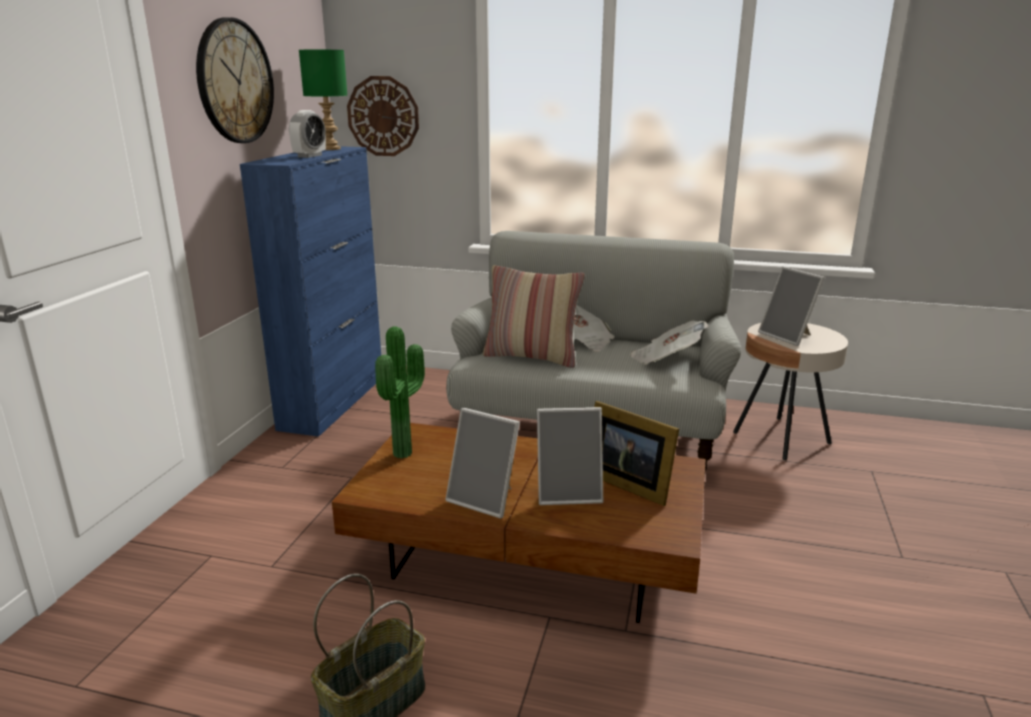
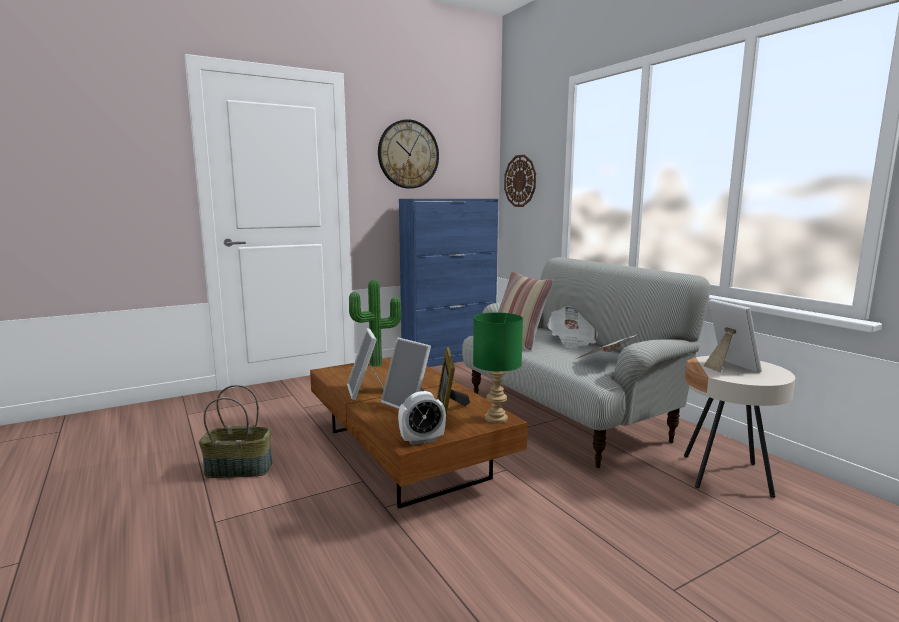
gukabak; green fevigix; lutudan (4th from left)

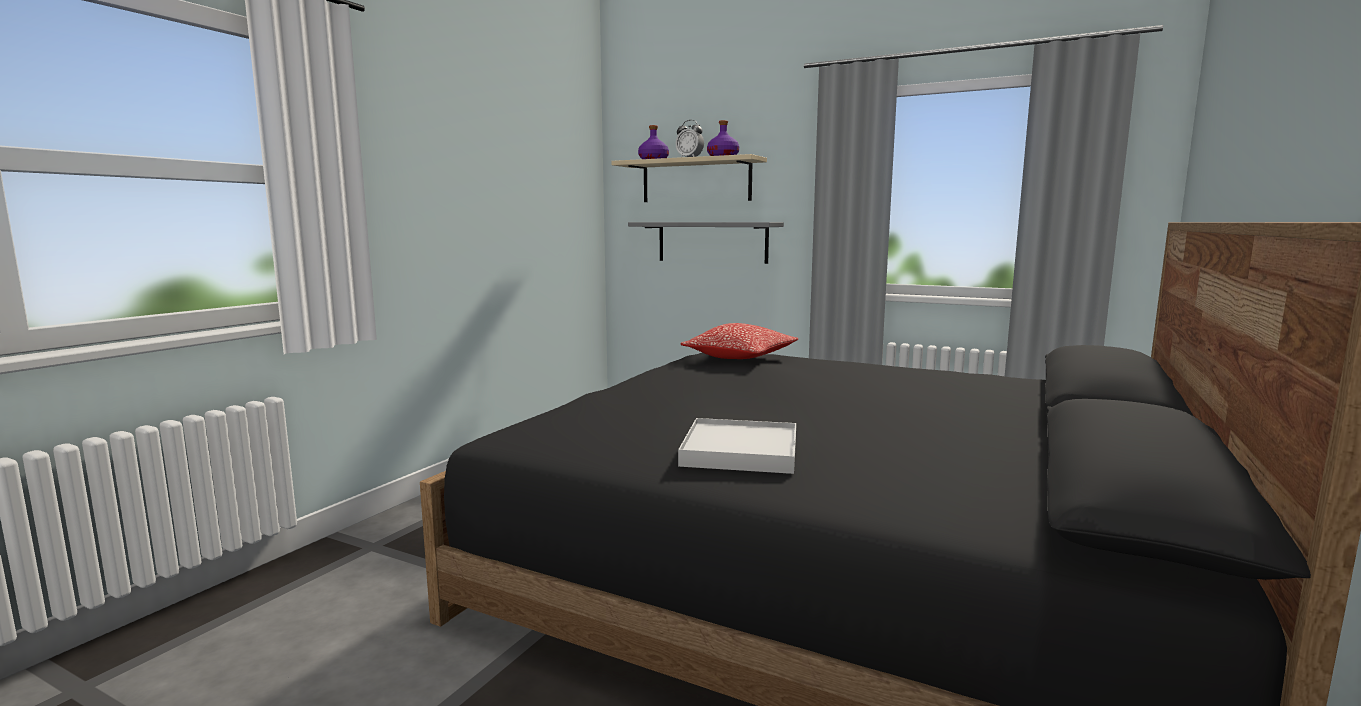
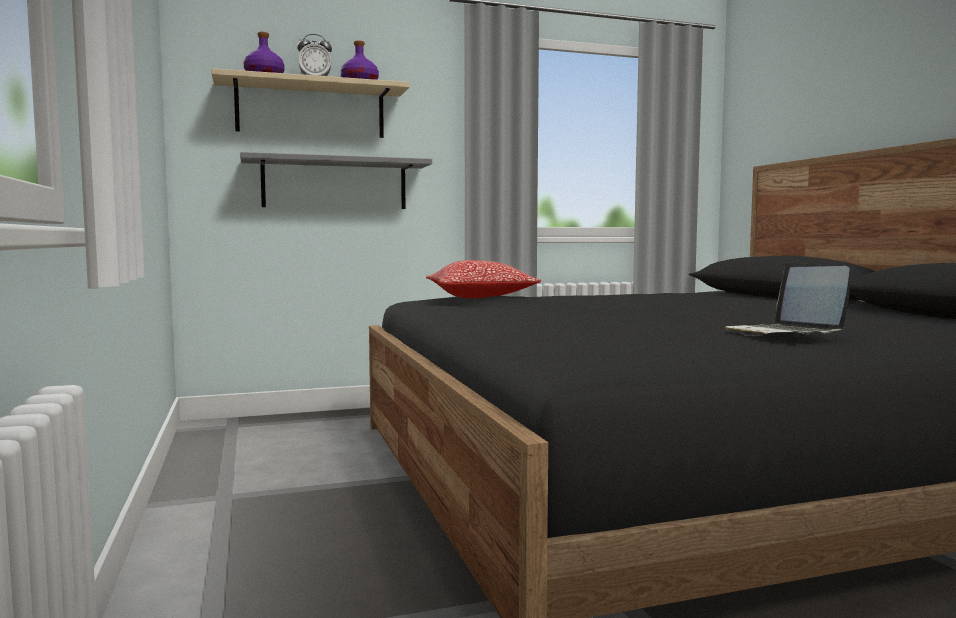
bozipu

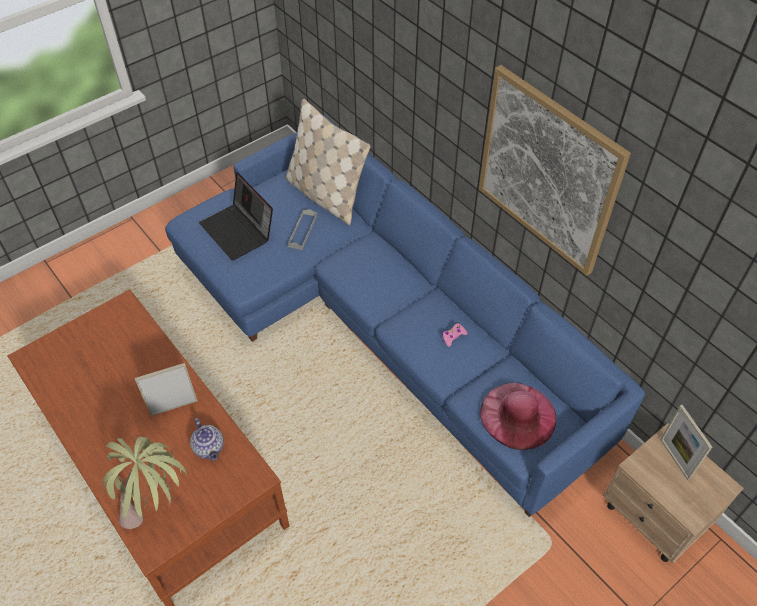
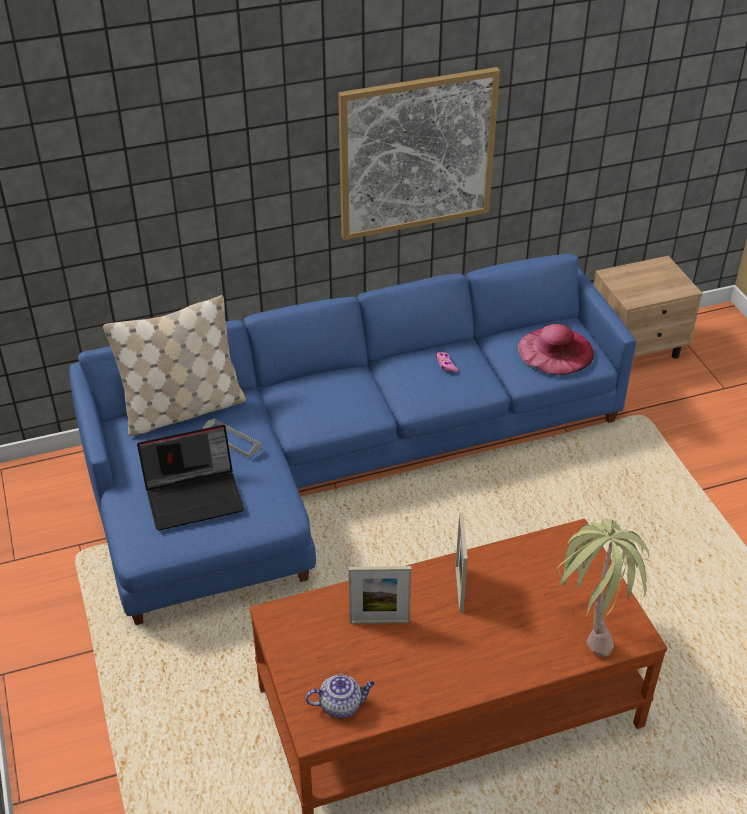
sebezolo; lutudan (1st from left)

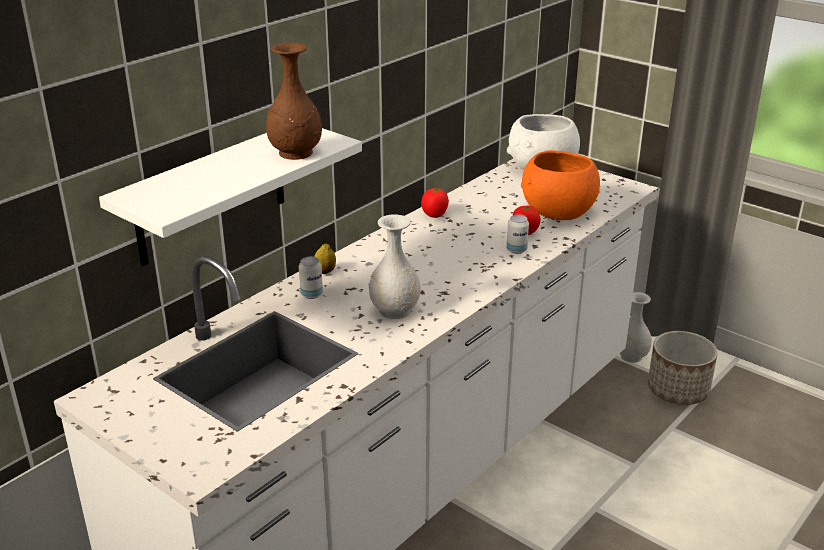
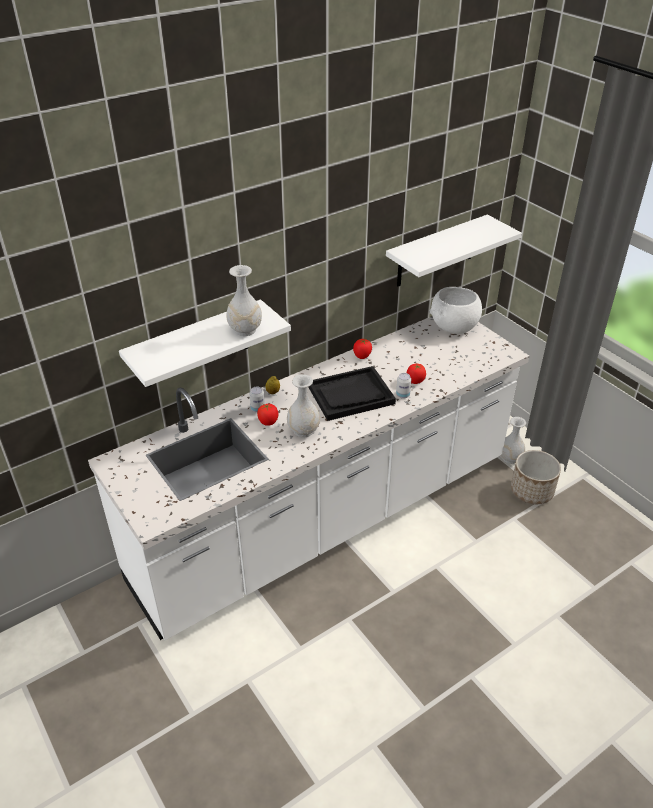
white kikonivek (1st from left); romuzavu (1st from left); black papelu; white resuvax (2nd from left); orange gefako

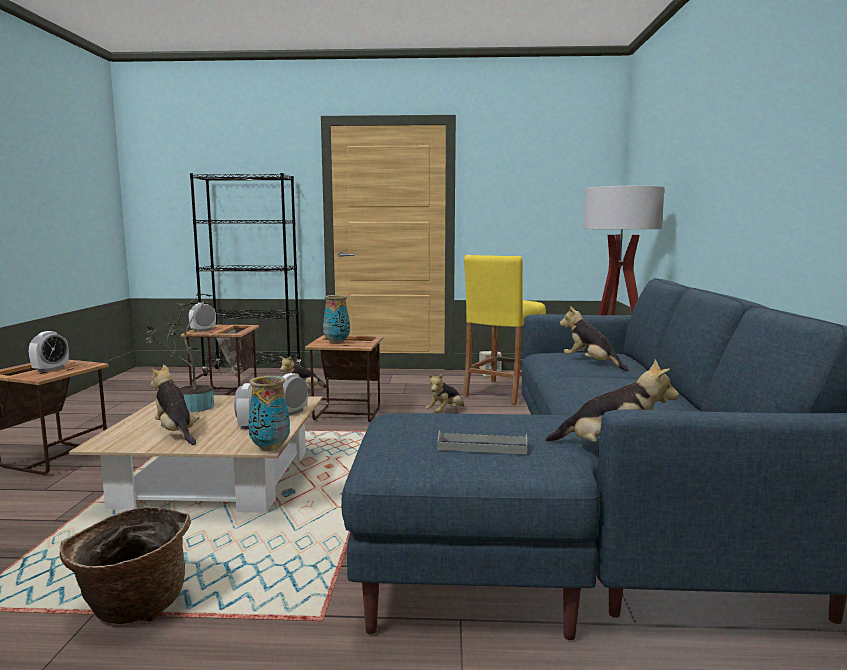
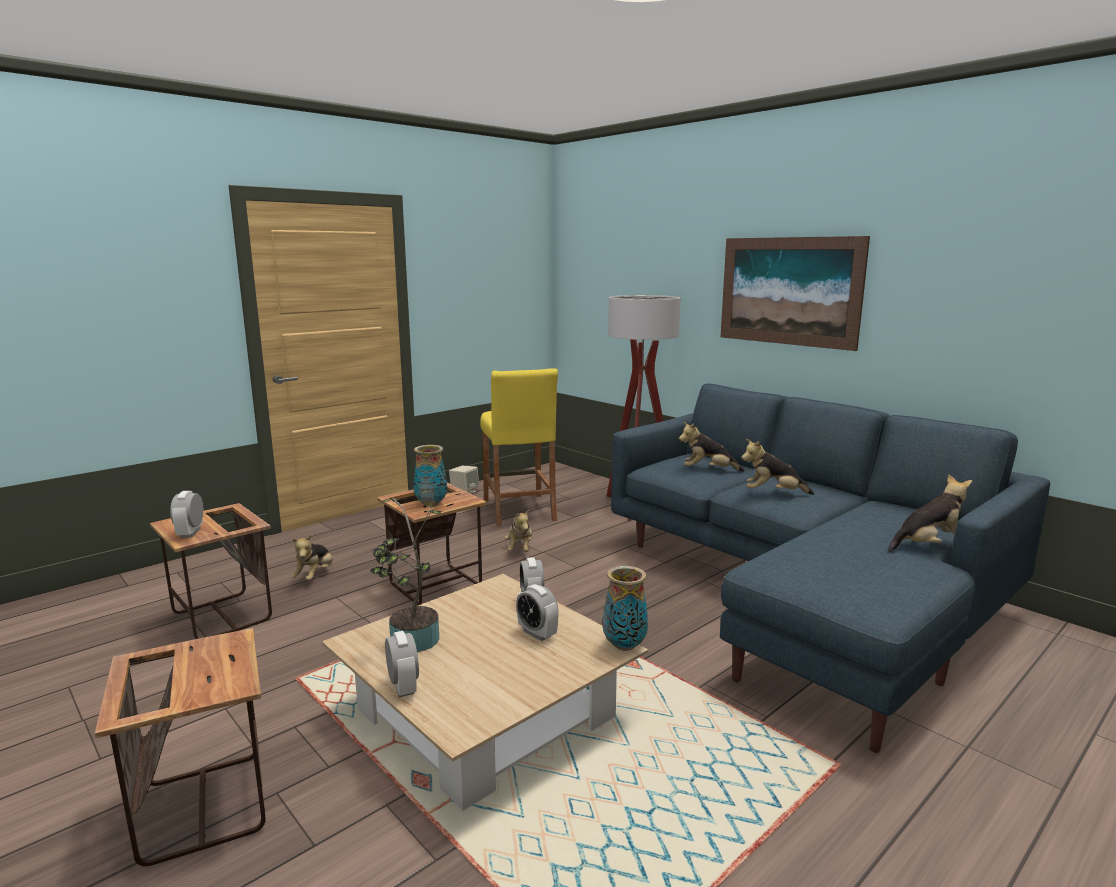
gukabak (2nd from left); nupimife; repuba (4th from left); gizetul; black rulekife; grey papelu

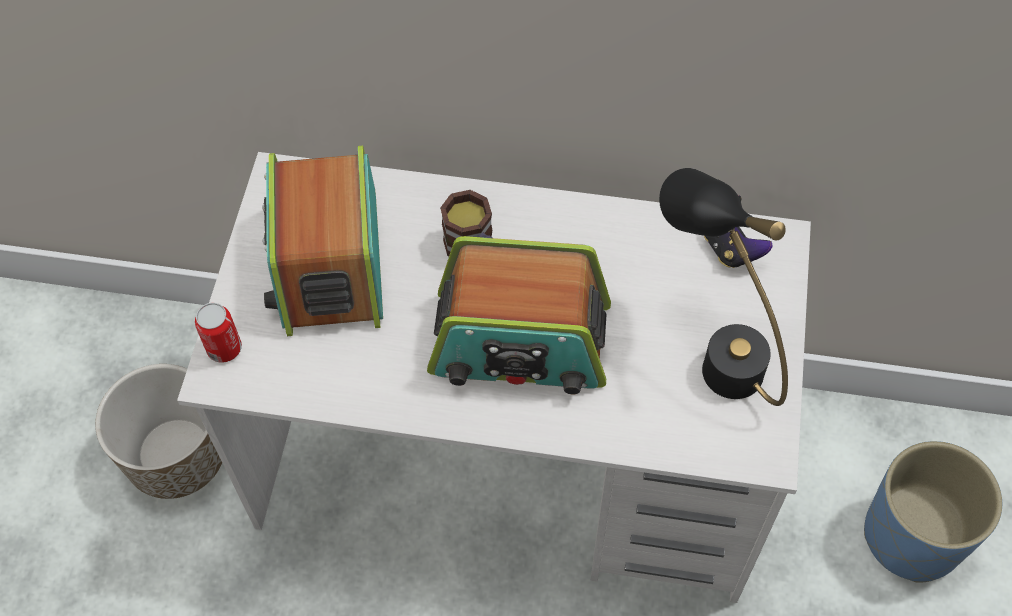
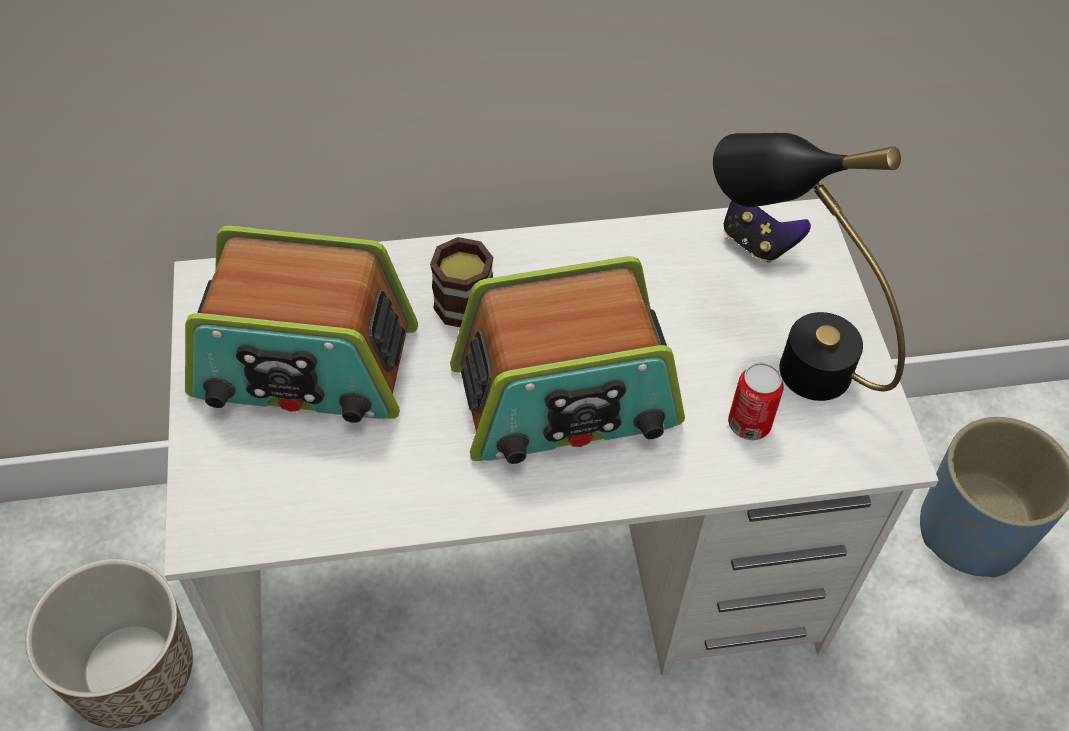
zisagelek (1st from left); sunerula

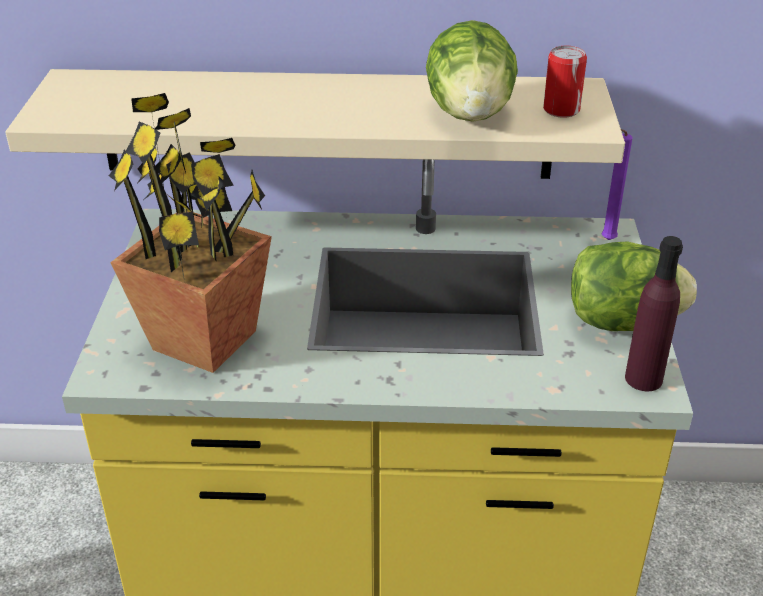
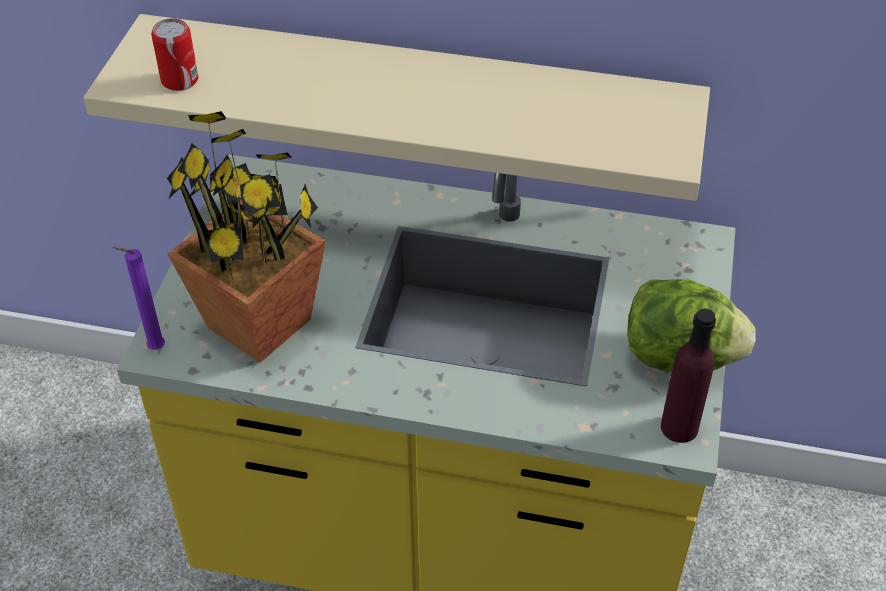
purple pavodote; sunerula; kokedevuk (1st from left in the first image)

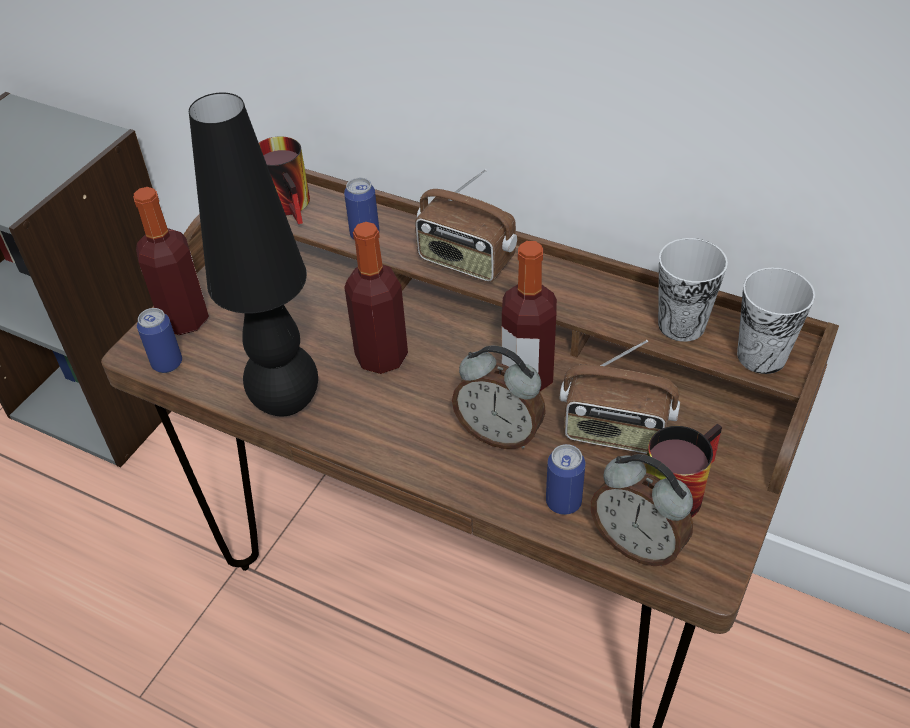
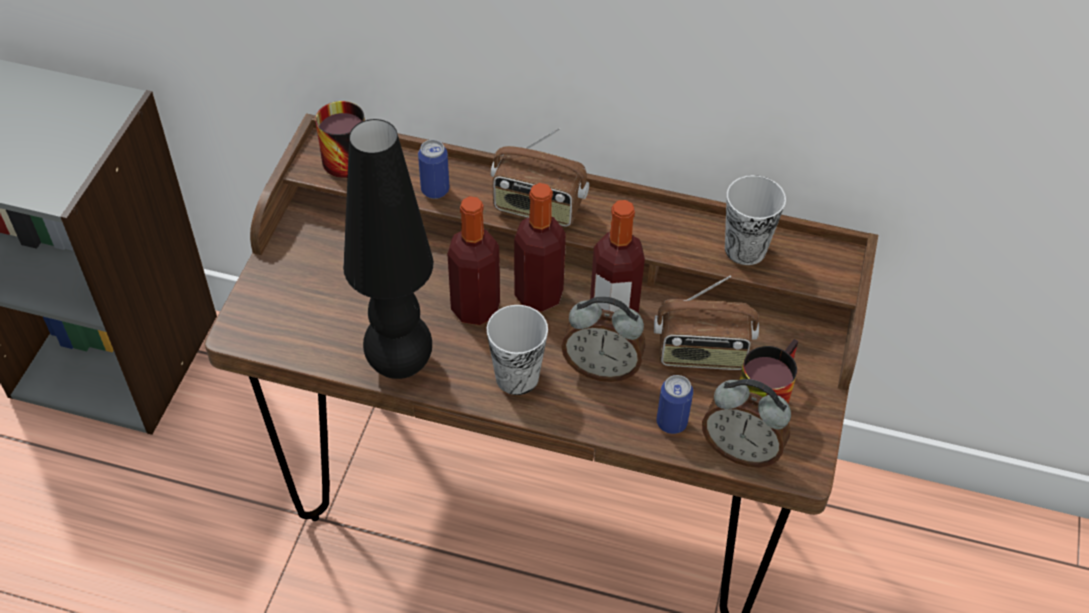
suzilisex (1st from left); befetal (2nd from left); sunerula (1st from left in the first image)

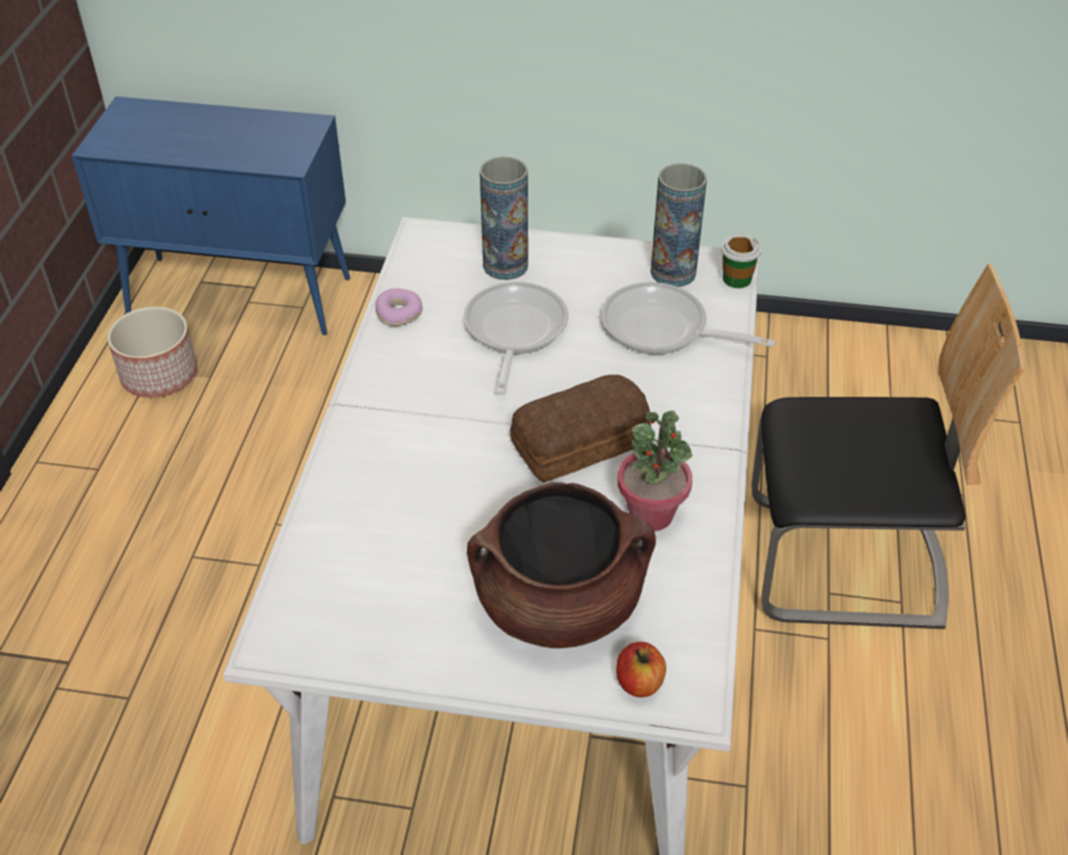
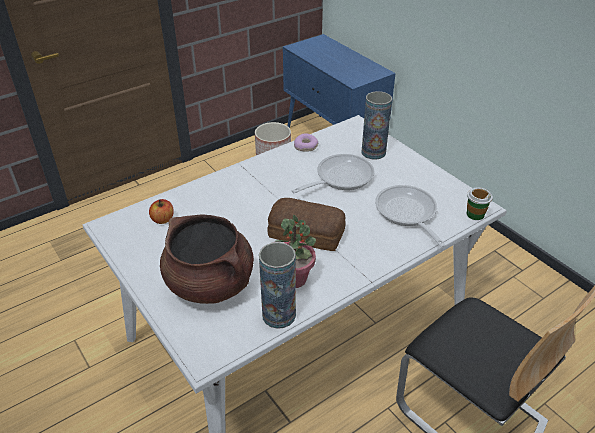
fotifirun; kikonivek (1st from left)

